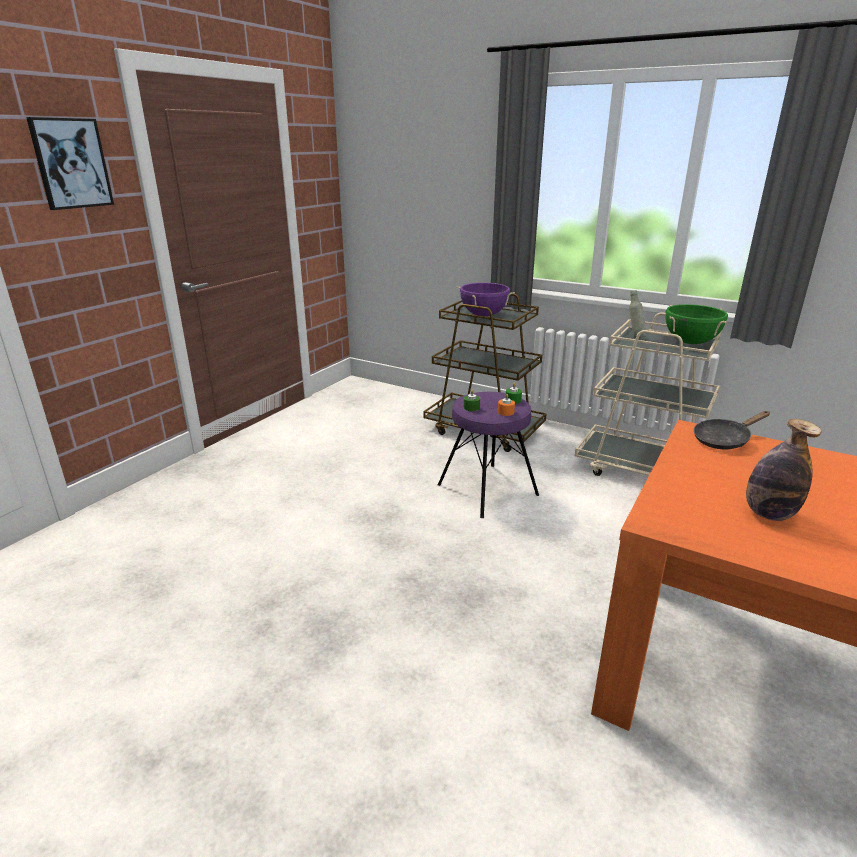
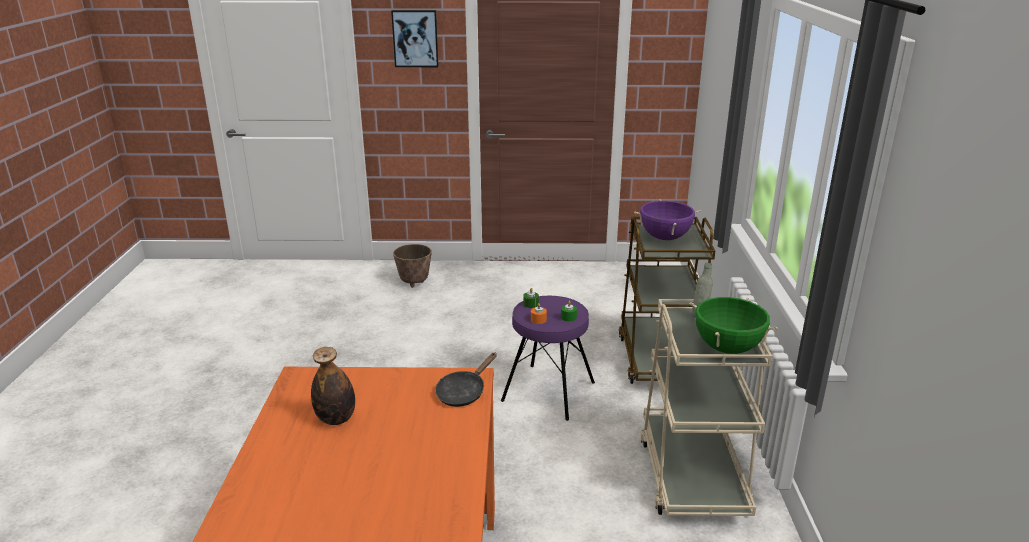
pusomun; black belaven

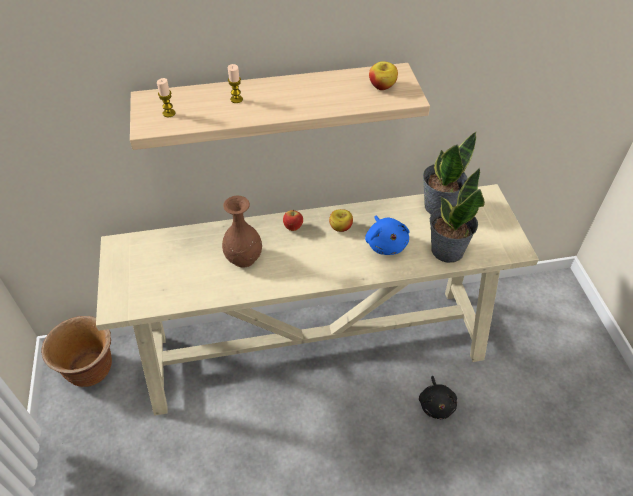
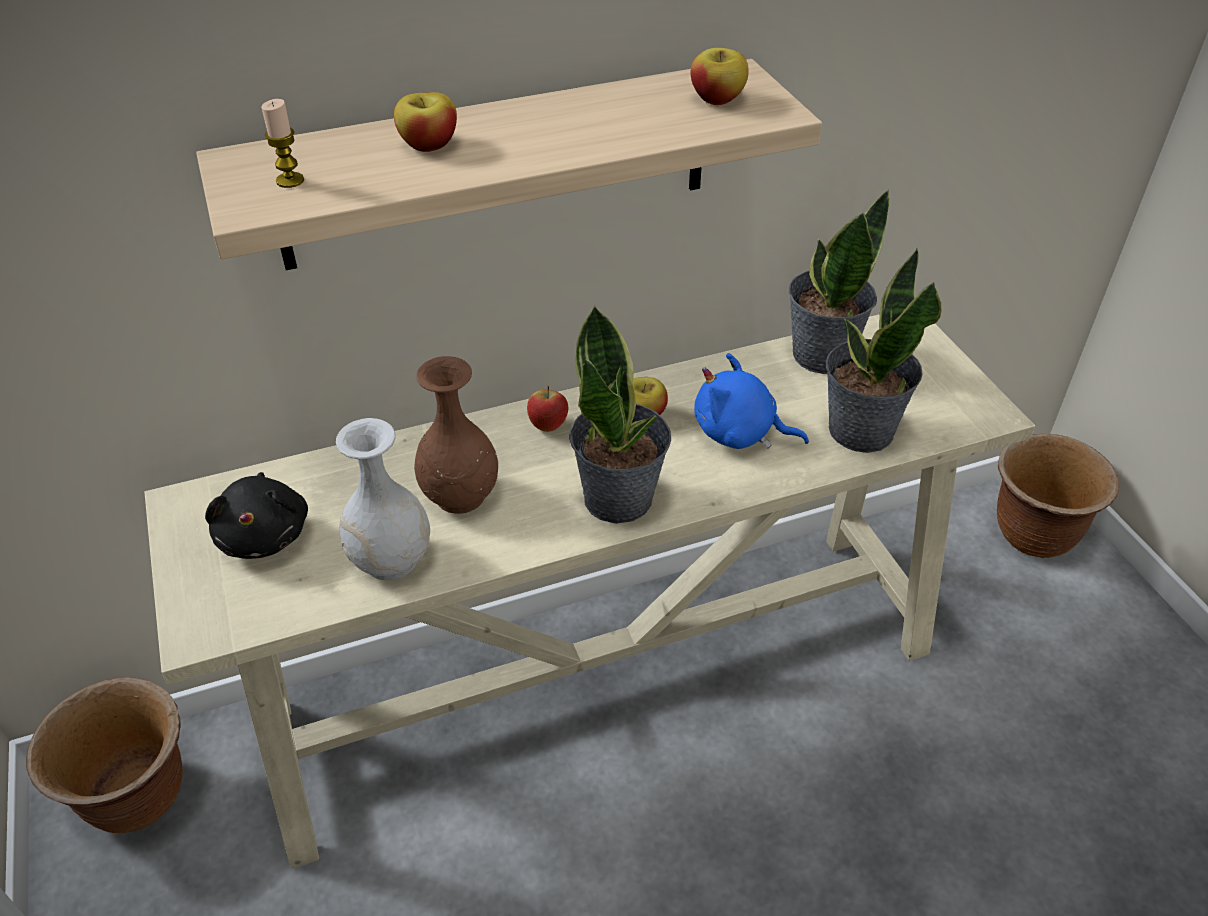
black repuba; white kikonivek; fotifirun (1st from left); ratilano (1st from left); blue repuba; brown pusomun (2nd from left)

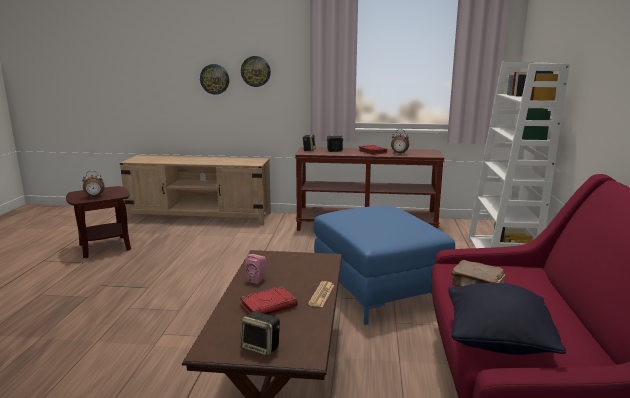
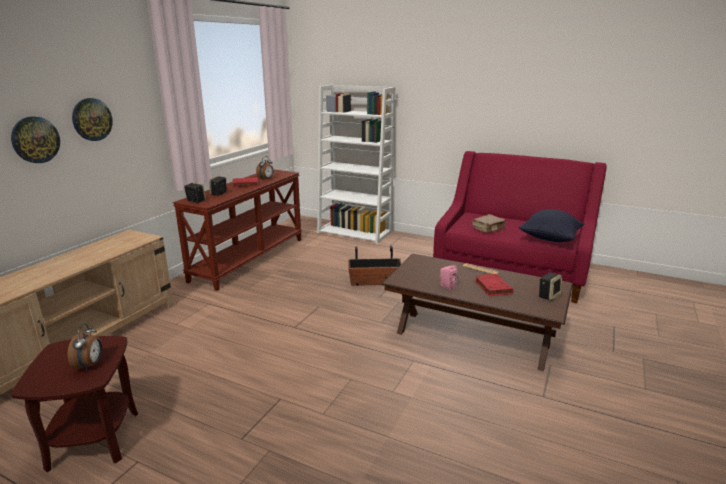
pusomun

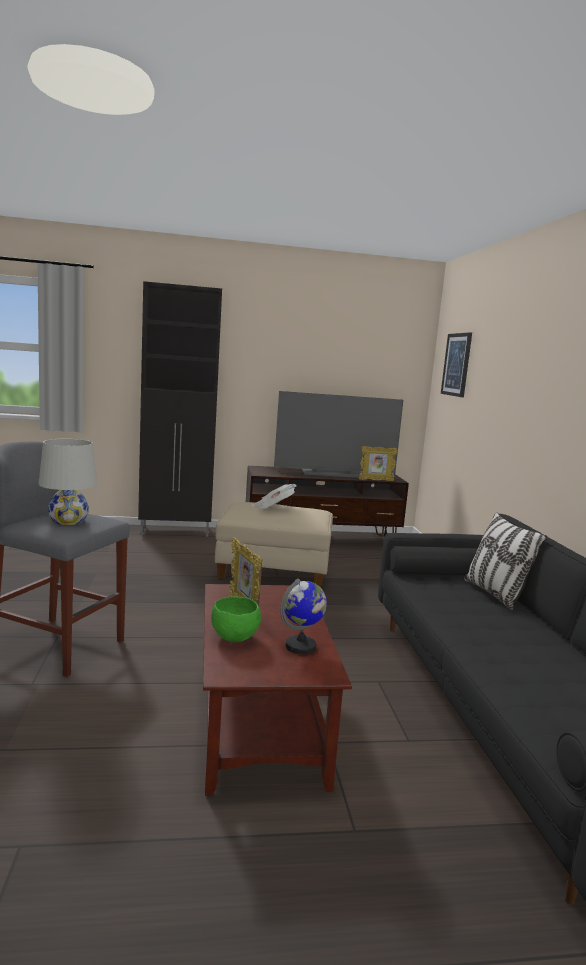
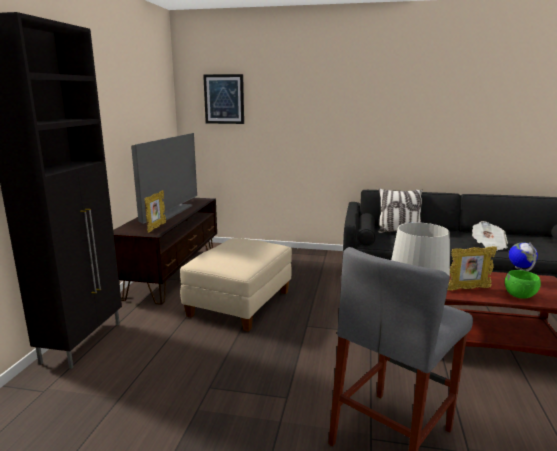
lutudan (1st from left); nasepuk

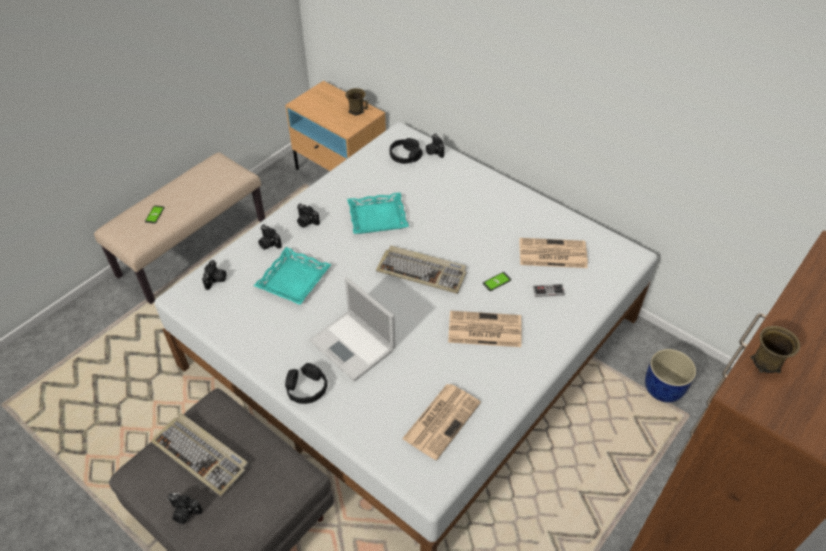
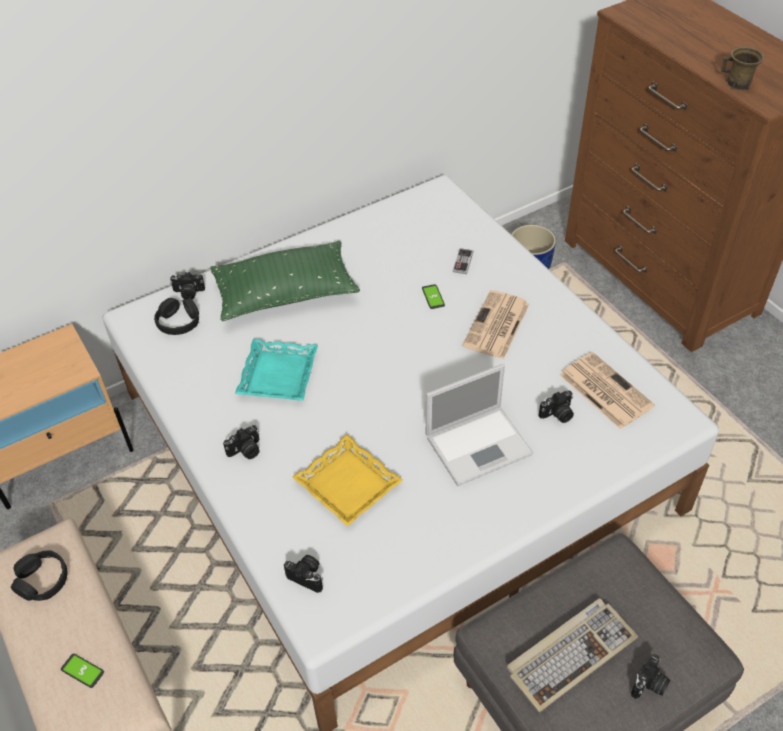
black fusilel (1st from left); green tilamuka; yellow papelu; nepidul (4th from left); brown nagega (1st from left in the first image); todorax (2nd from left in the first image); nasepuk (3rd from left in the first image)

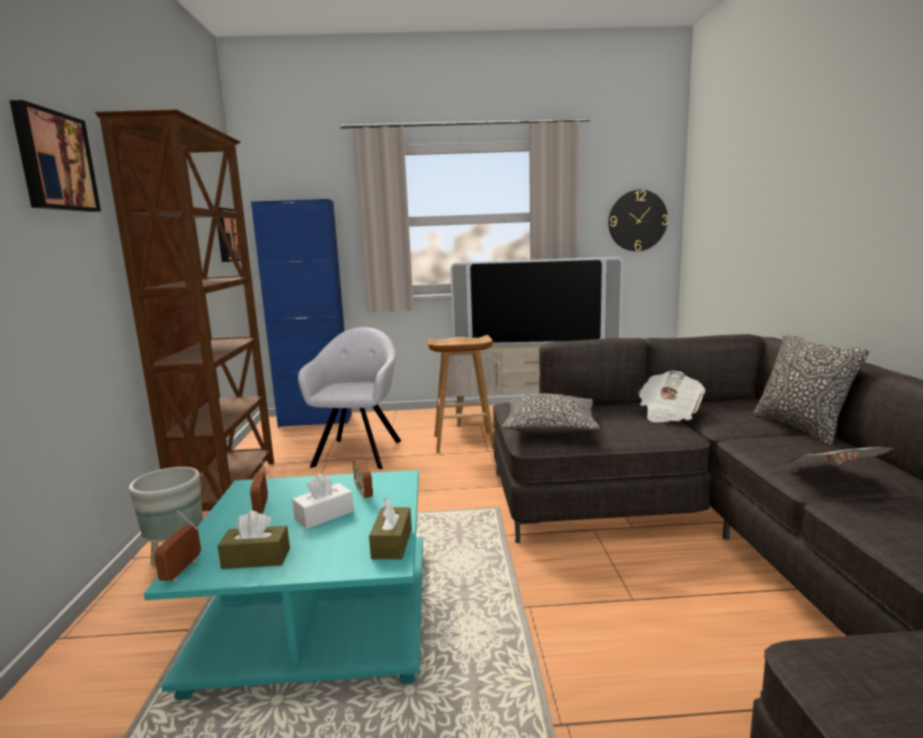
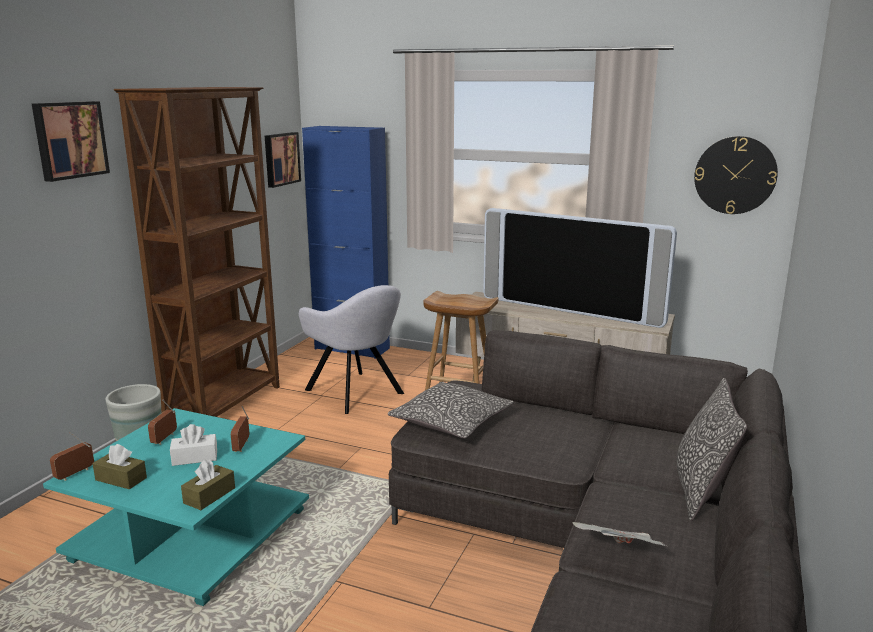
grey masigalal; nasepuk (1st from left in the first image)

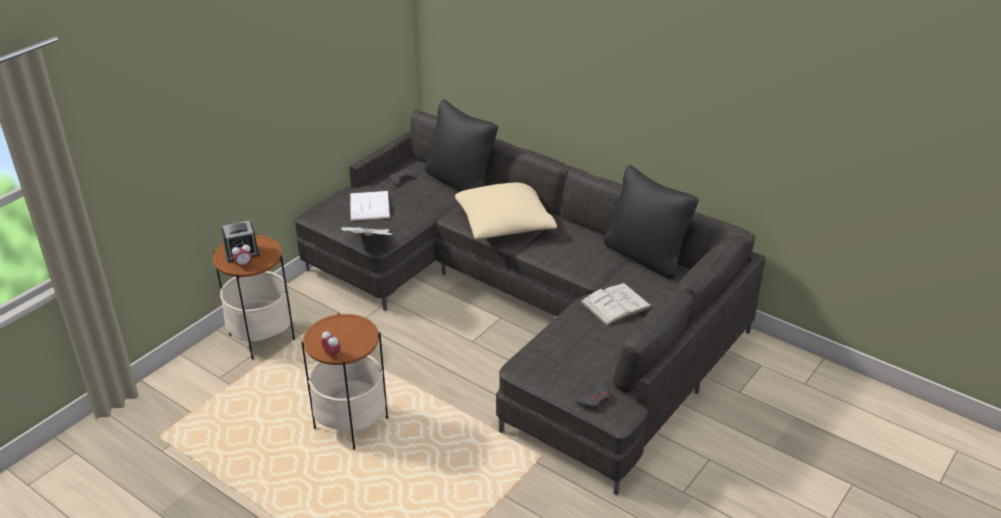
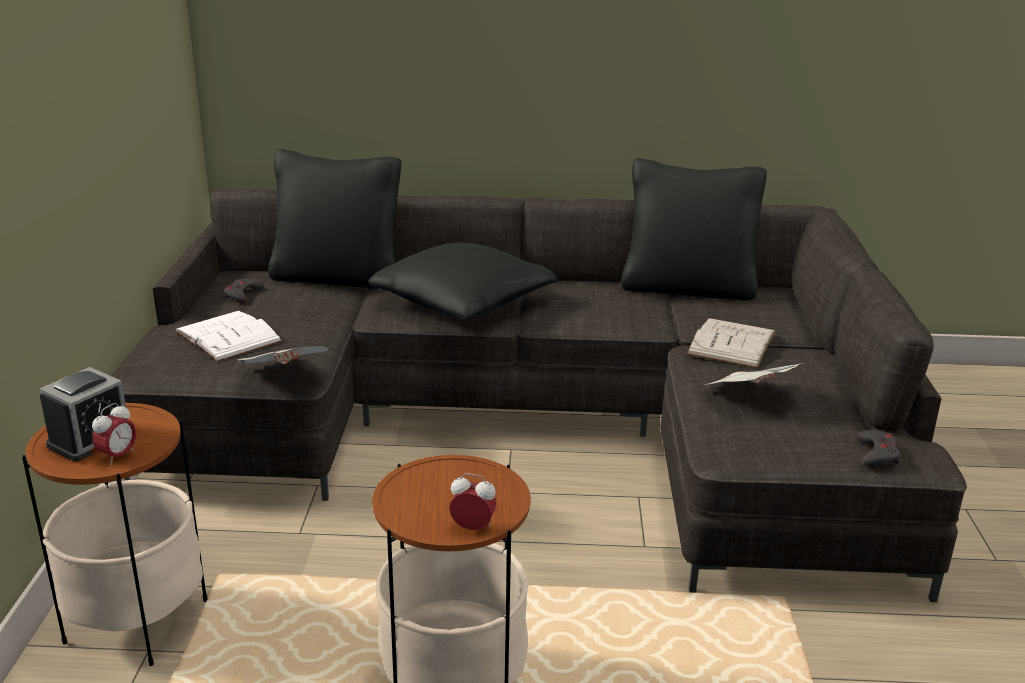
black tilamuka (2nd from left); nasepuk (2nd from left)

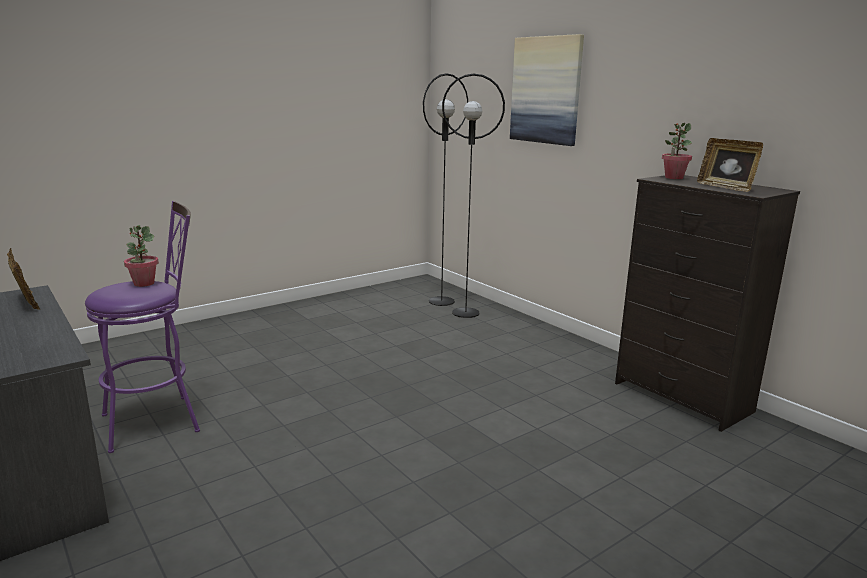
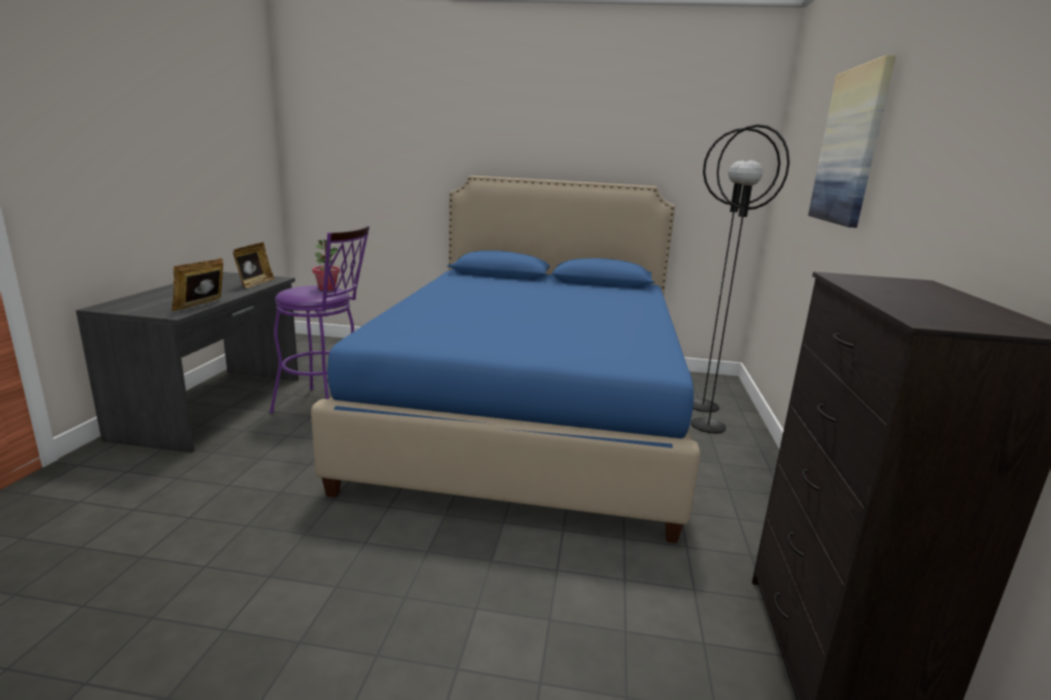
lutudan (1st from left); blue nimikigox; ratilano (2nd from left in the first image)

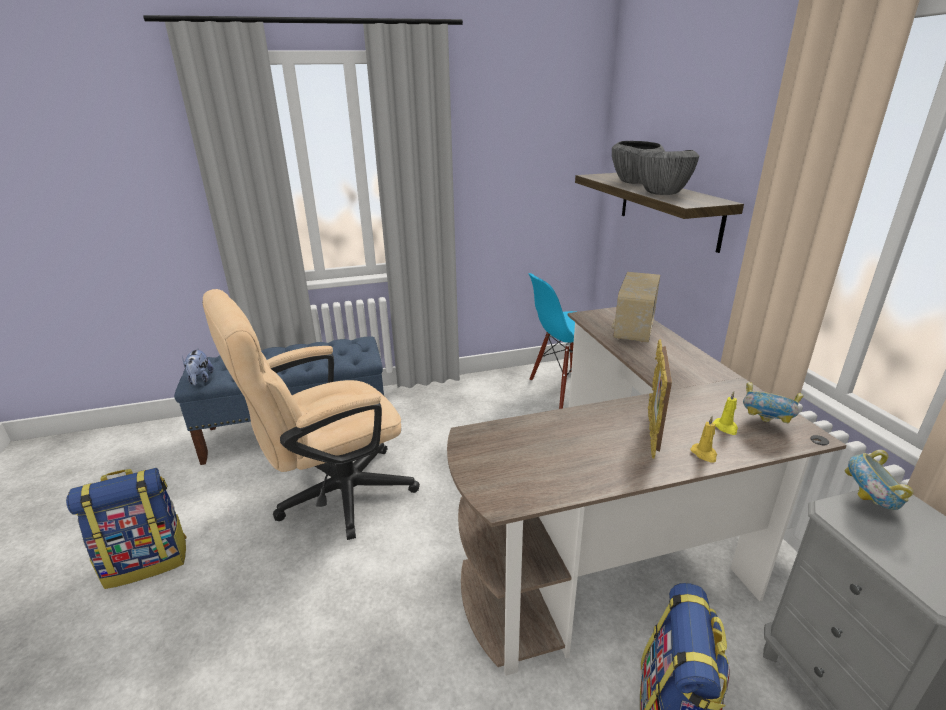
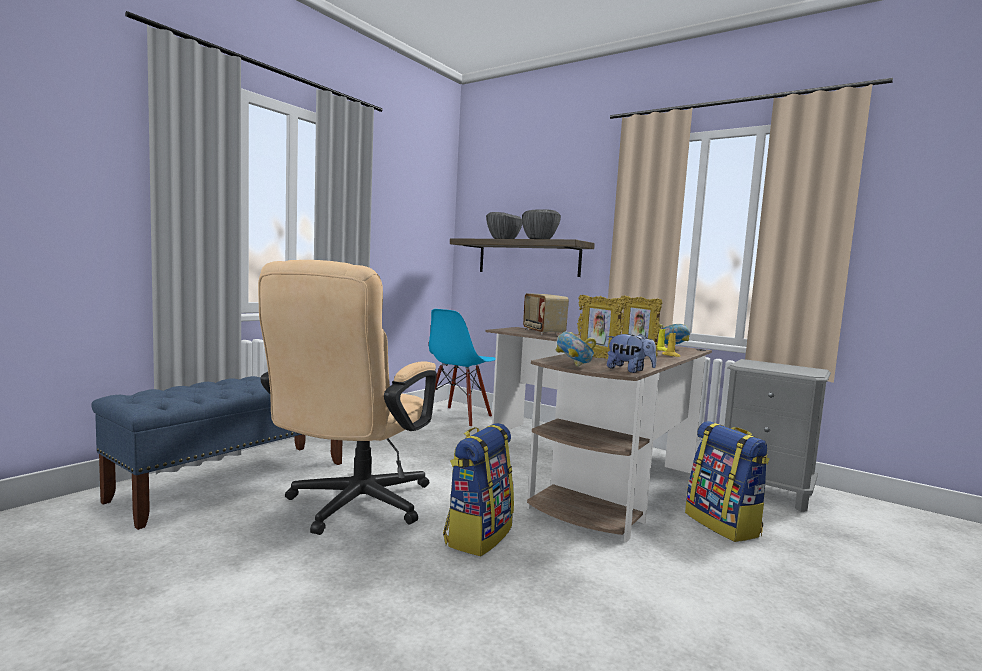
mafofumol (1st from left); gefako (3rd from left); lutudan (1st from left); repuba

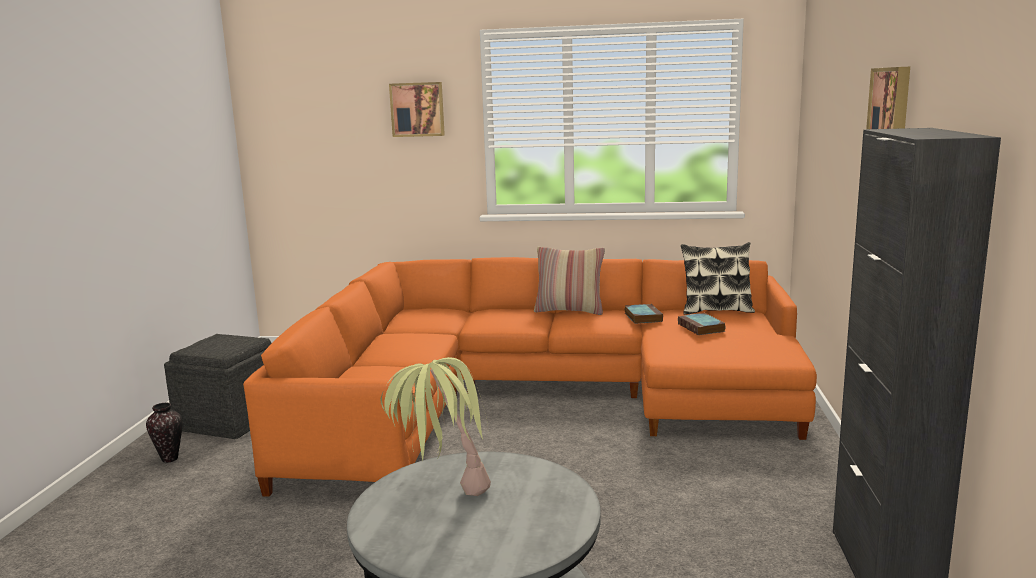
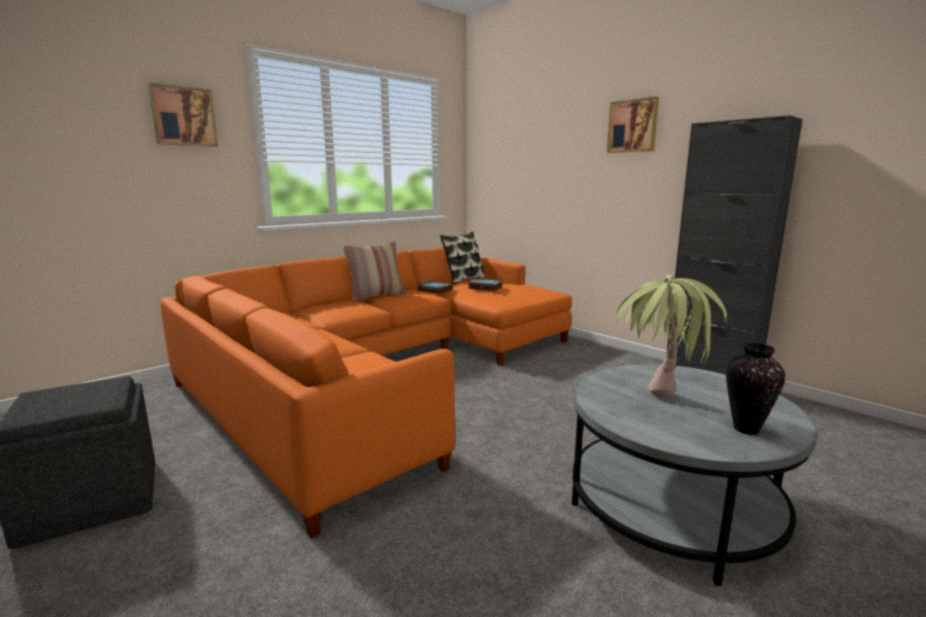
kikonivek

